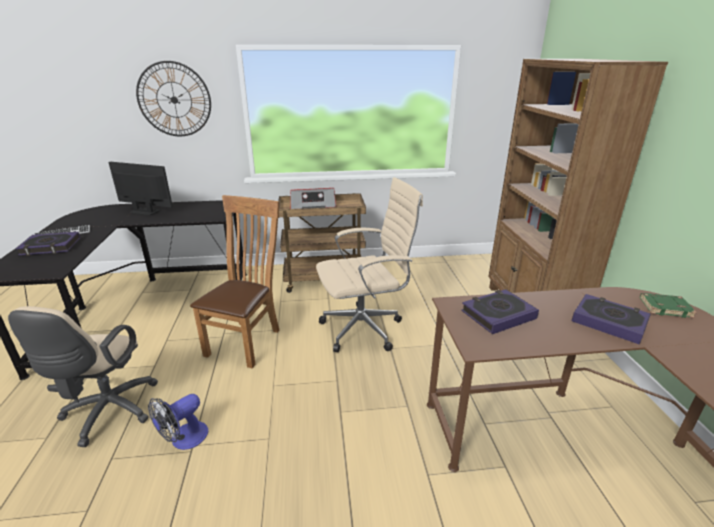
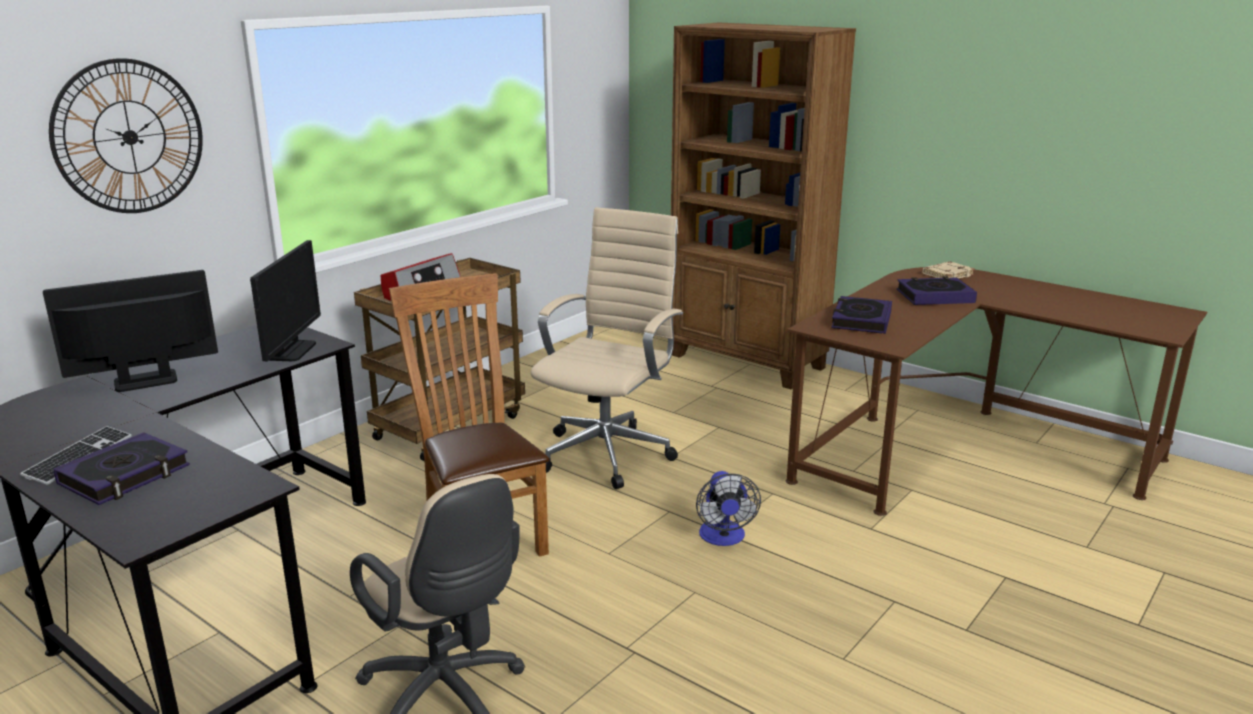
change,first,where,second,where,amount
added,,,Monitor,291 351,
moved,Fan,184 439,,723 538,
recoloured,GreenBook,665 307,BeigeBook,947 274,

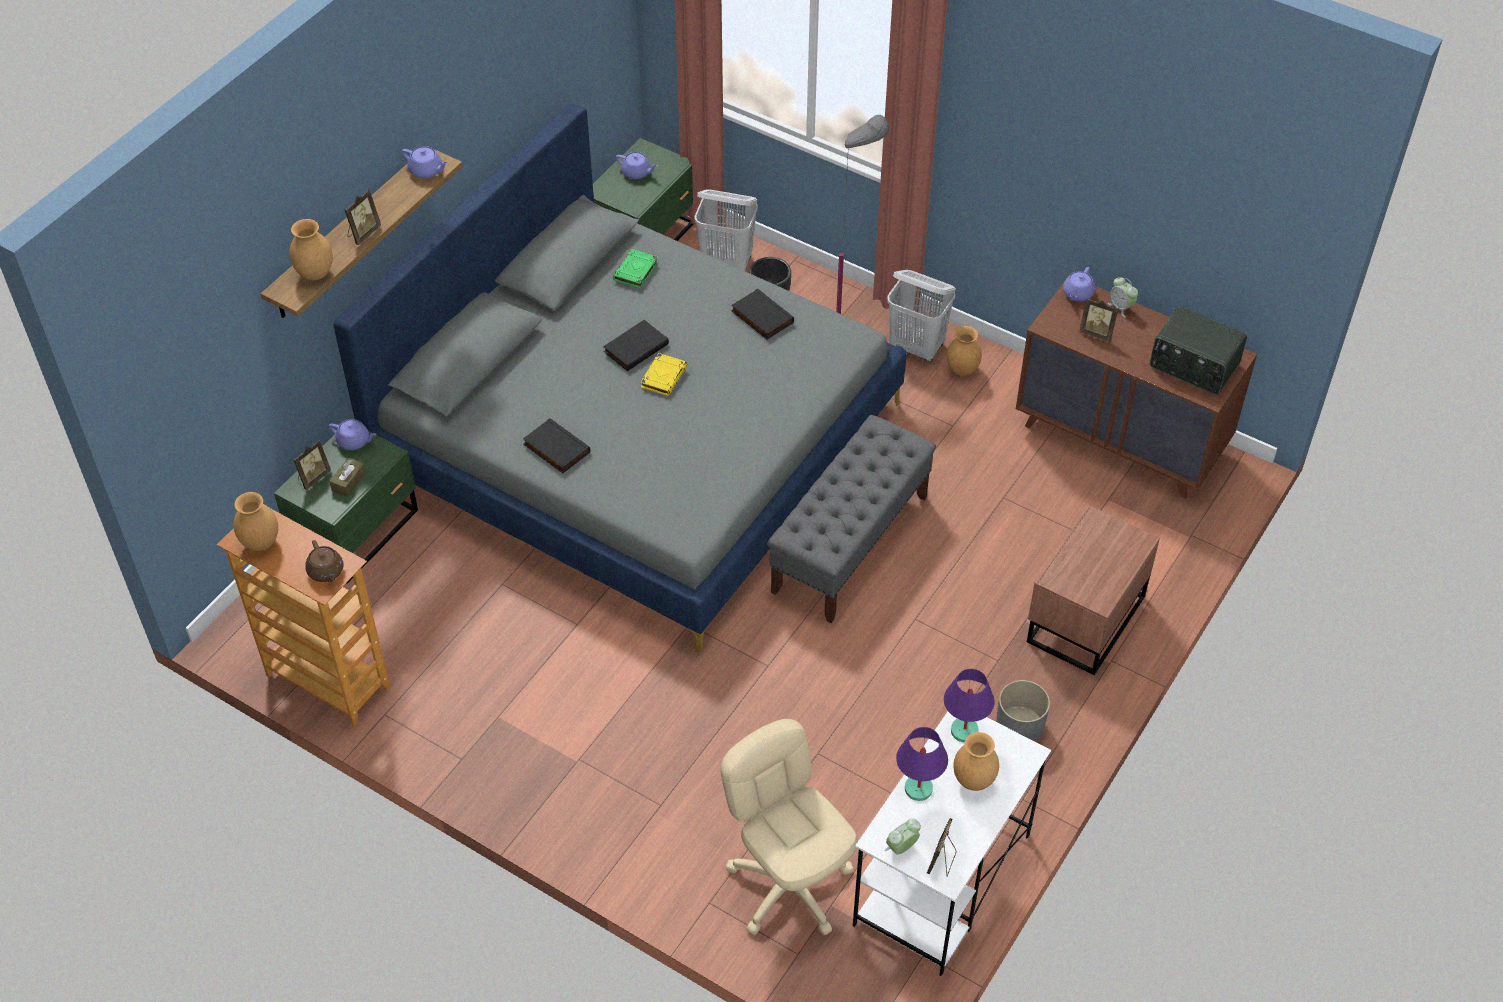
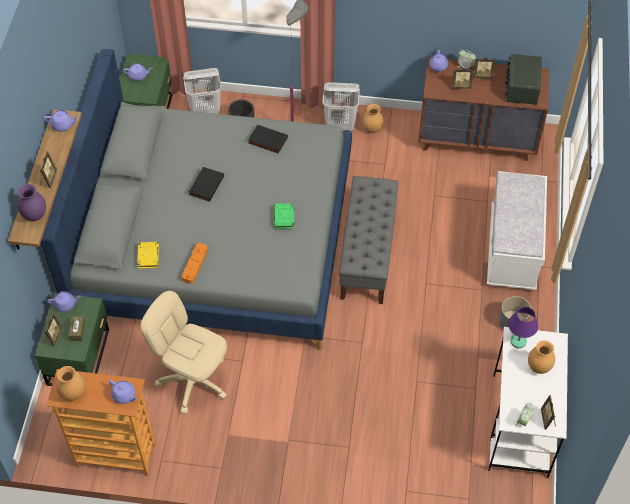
change,first,where,second,where,amount
removed,PurpleTableLamp,917 788,,,
added,,,PictureFrame,482 75,
moved,GreenBook,635 272,,284 217,
moved,YellowBook,663 377,,148 256,
moved,BeigeOfficeChair,789 885,,193 381,
replaced,BlackBook,555 449,OrangeTray,195 264,
replaced,BrownNightstand,1082 619,WhiteBench,512 249,
recoloured,BrownVase,316 274,PurpleVase,35 216,
recoloured,BrownTeapot,326 572,PurpleTeapot,124 395,
turned,Radio,1193 366,,521 87,90 degrees clockwise

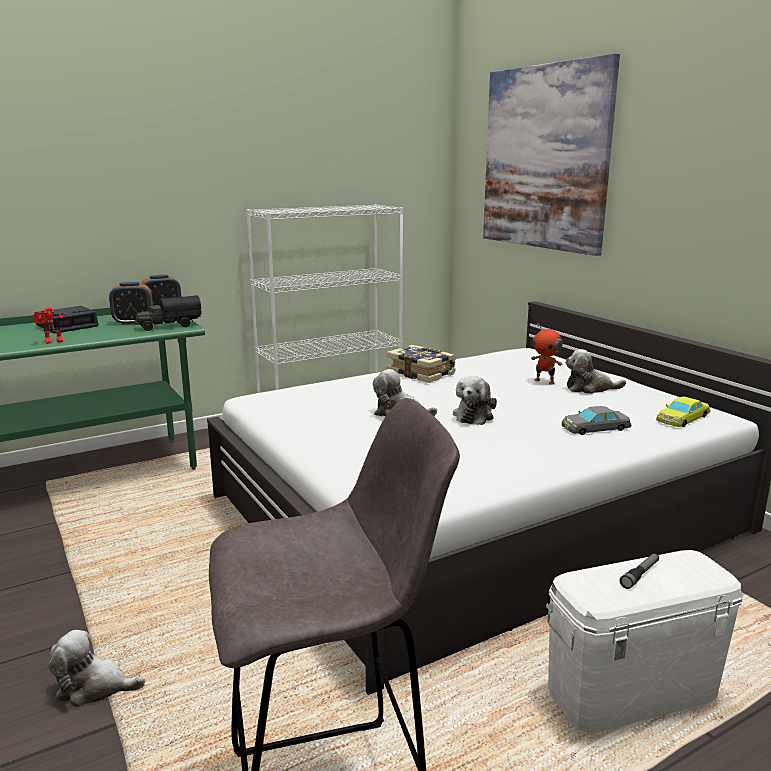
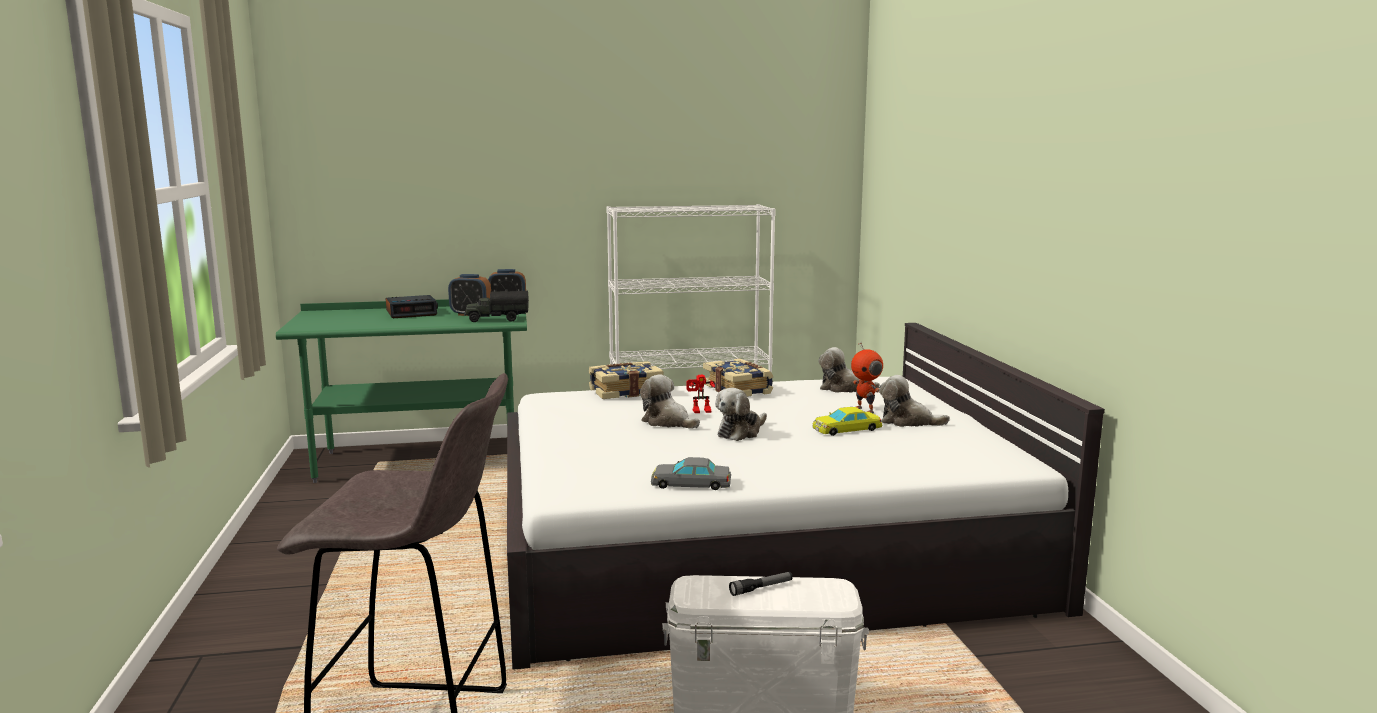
change,first,where,second,where,amount
removed,Picture,544 158,,,
added,,,Book,625 391,
moved,ToyRobot,52 342,,700 412,
moved,PlushToy,94 687,,843 389,
moved,GreyToyCar,595 428,,691 483,
moved,YellowToyCar,682 418,,846 429,

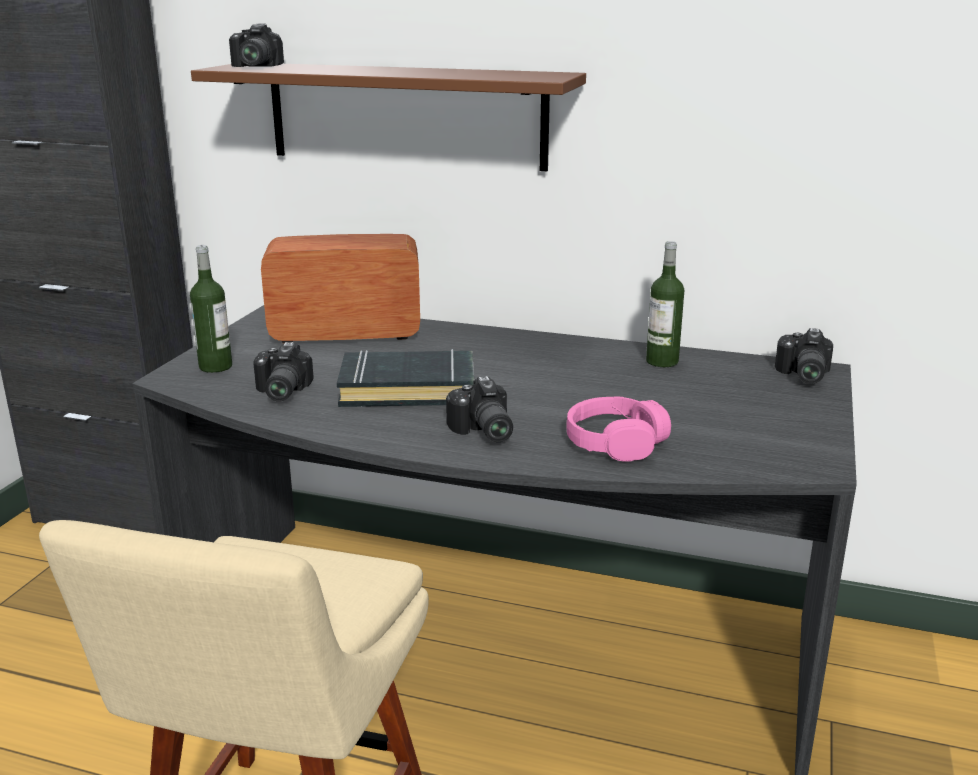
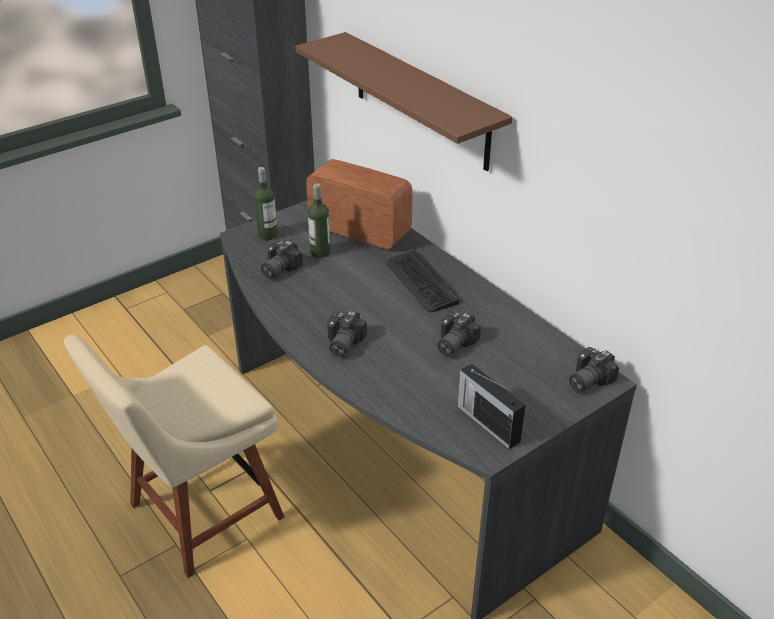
change,first,where,second,where,amount
removed,BlackBook,408 388,,,
removed,PinkHeadphones,615 442,,,
added,,,Keyboard,421 282,
added,,,Radio,487 422,
moved,PhotoCamera,252 66,,452 343,
moved,Bottle,662 361,,320 252,

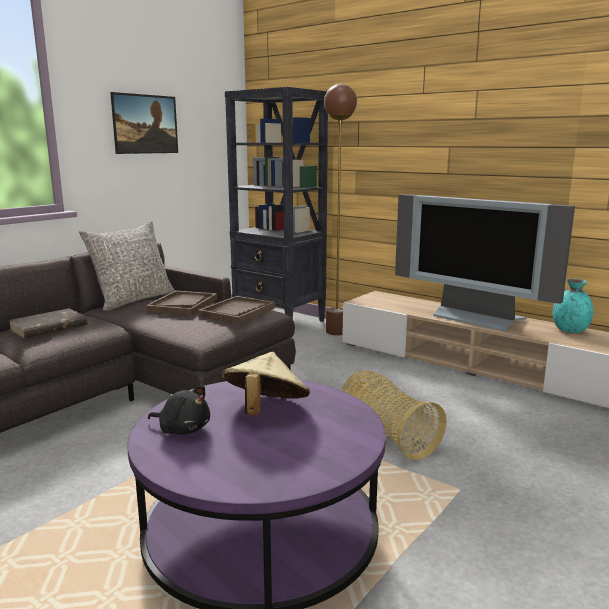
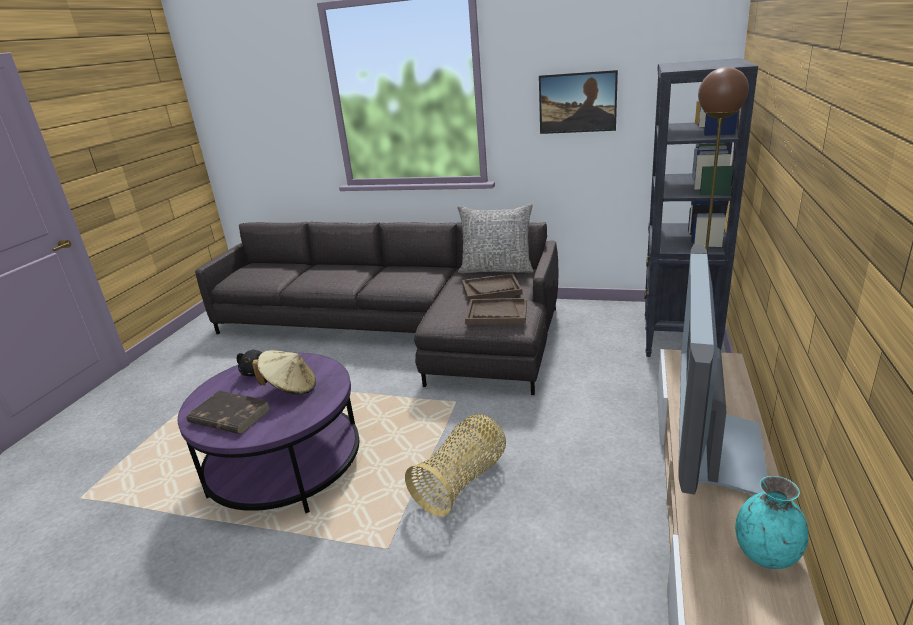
change,first,where,second,where,amount
moved,BrownBook,48 327,,229 416,

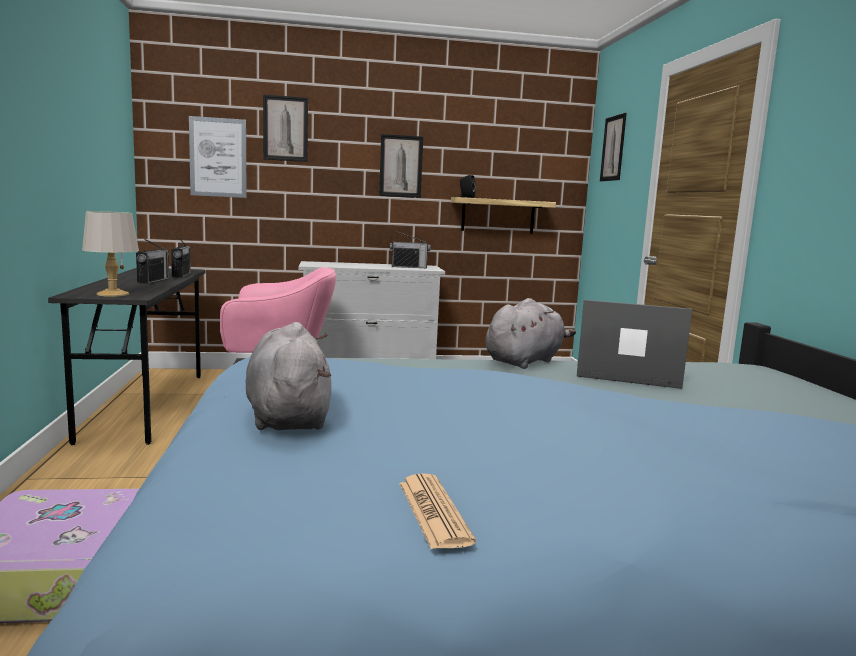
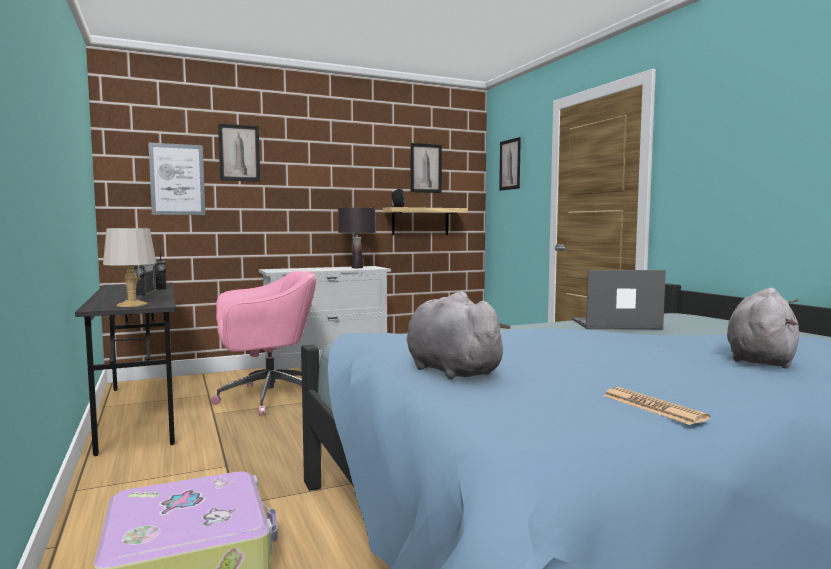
change,first,where,second,where,amount
moved,Picture,401 166,,426 168,
moved,GreyPlushToy,525 361,,760 359,
replaced,Radio,409 267,BlackTableLamp,357 268,

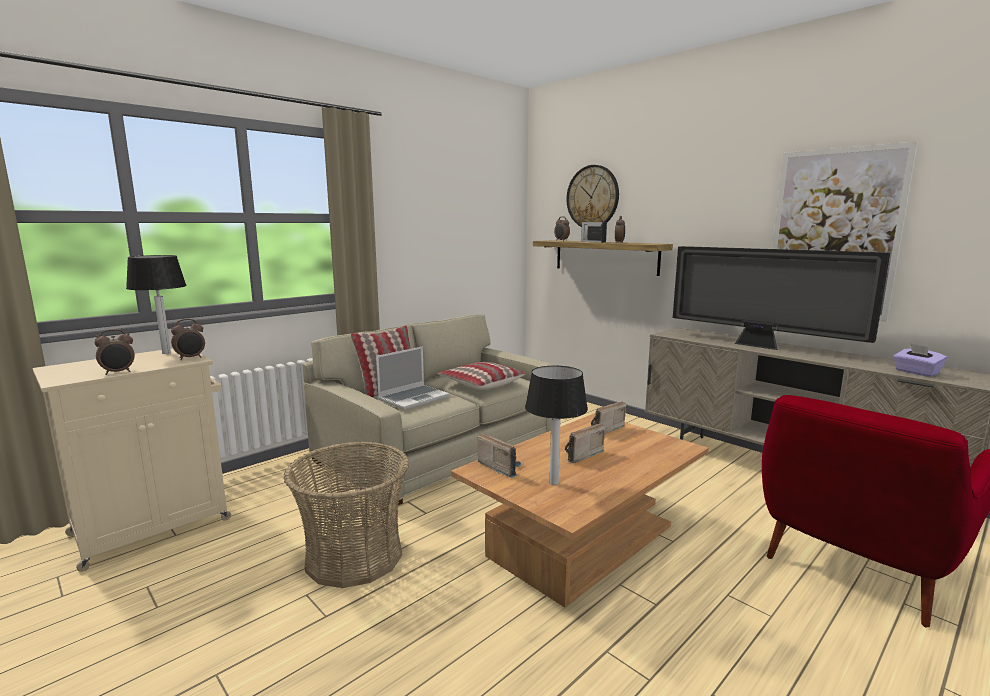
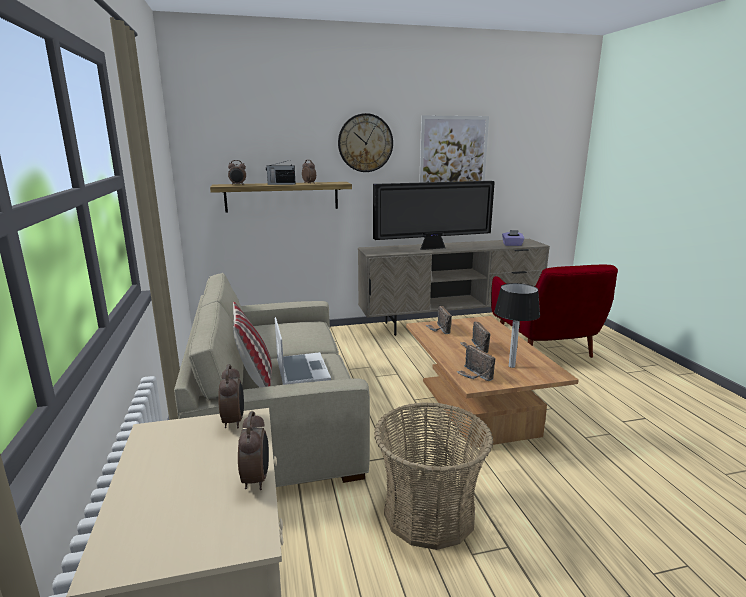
change,first,where,second,where,amount
removed,TableLamp,167 353,,,
removed,Pillow,481 384,,,
moved,WallClock,592 197,,365 143,
turned,Radio,500 467,,474 375,105 degrees counterclockwise

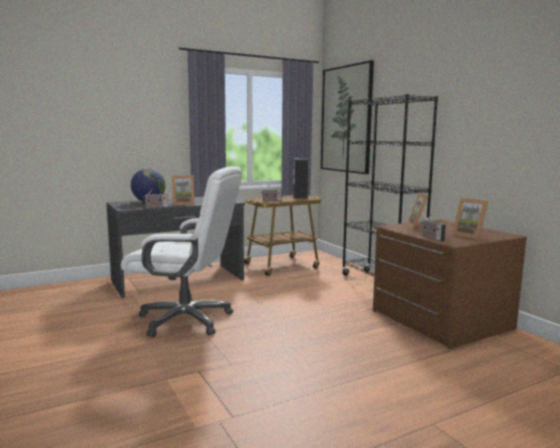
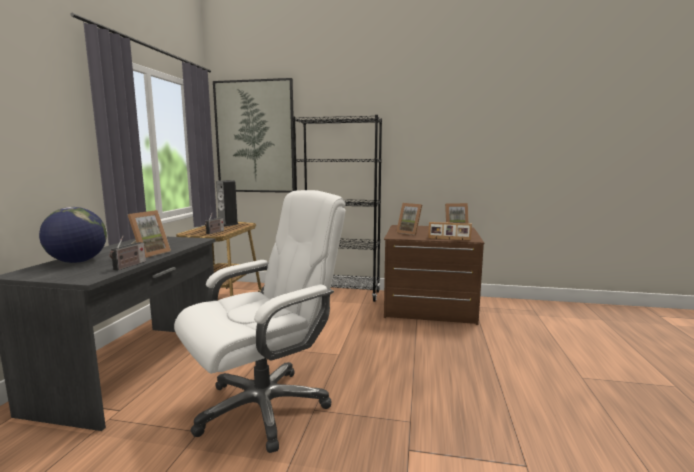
change,first,where,second,where,amount
replaced,Radio,431 238,PictureFrame,449 239,

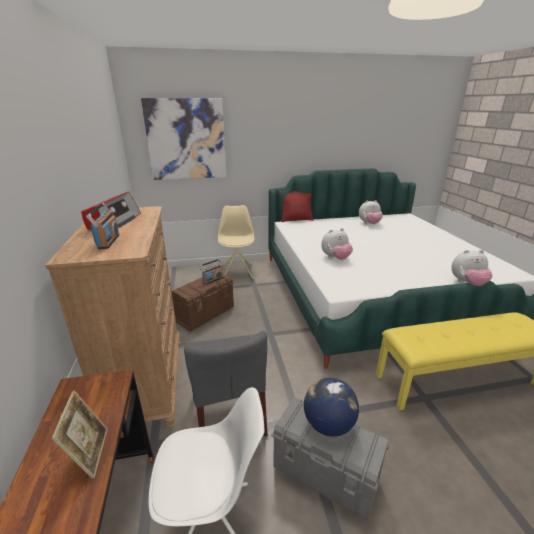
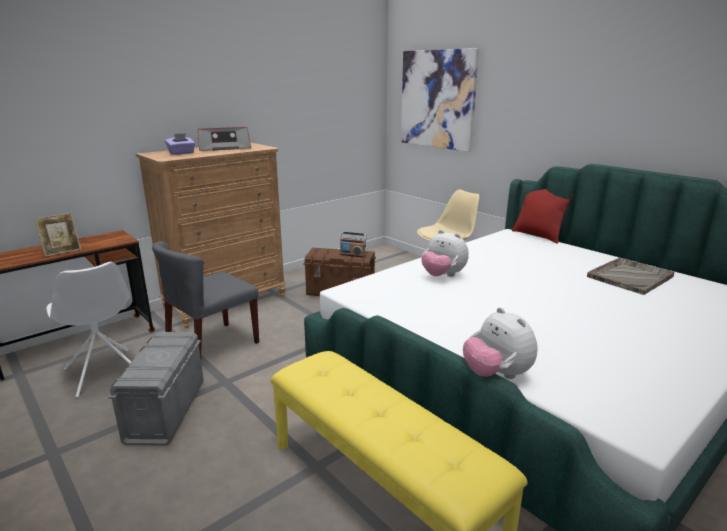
change,first,where,second,where,amount
removed,Globe,328 424,,,
replaced,Radio,108 241,PurpleTissueBox,181 153,
replaced,PlushToy,369 224,GreyTray,630 277,

